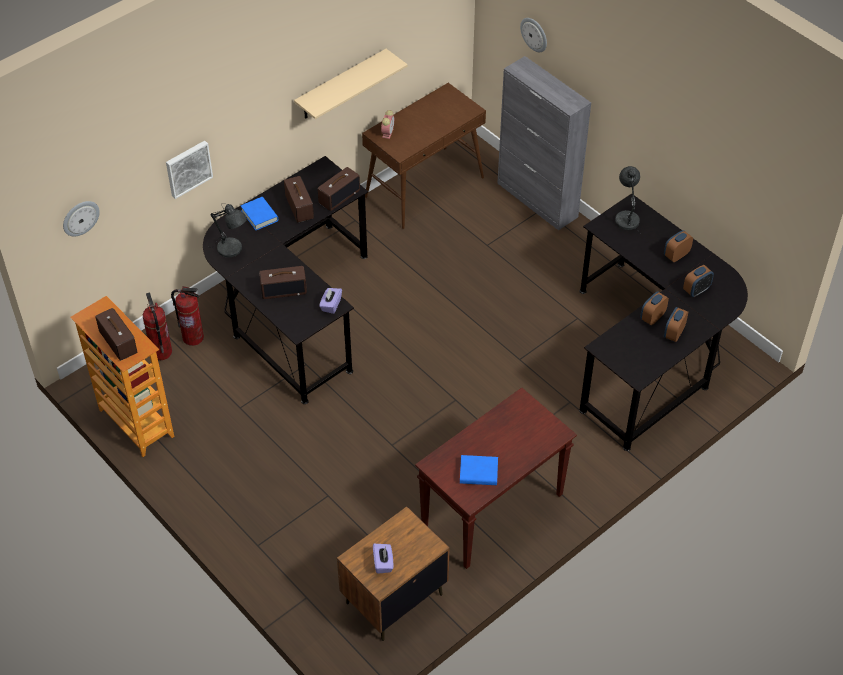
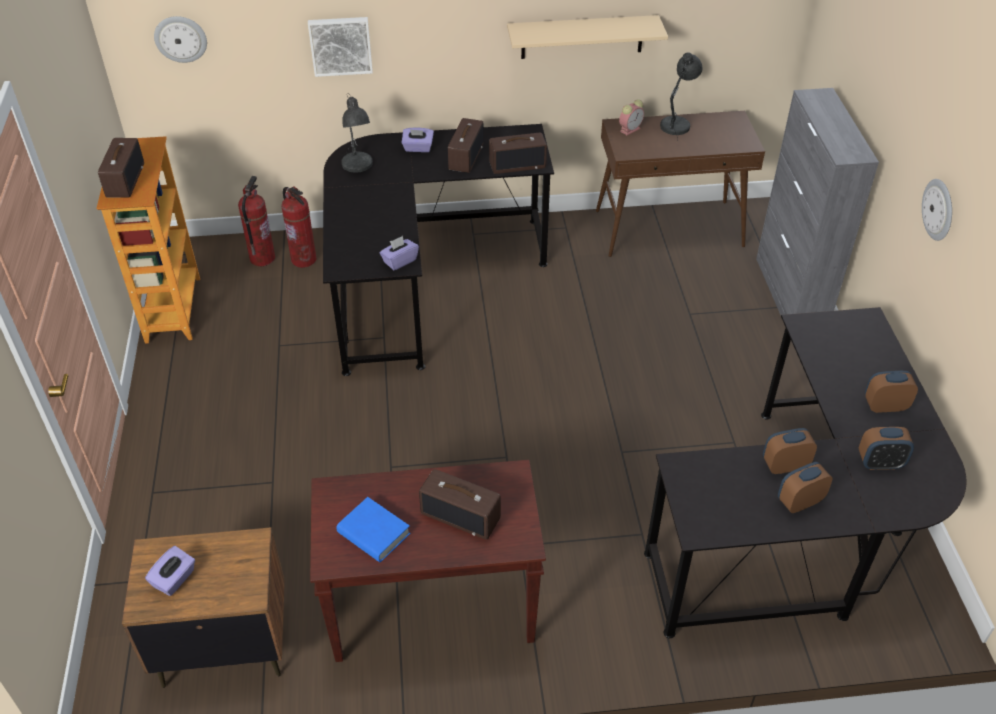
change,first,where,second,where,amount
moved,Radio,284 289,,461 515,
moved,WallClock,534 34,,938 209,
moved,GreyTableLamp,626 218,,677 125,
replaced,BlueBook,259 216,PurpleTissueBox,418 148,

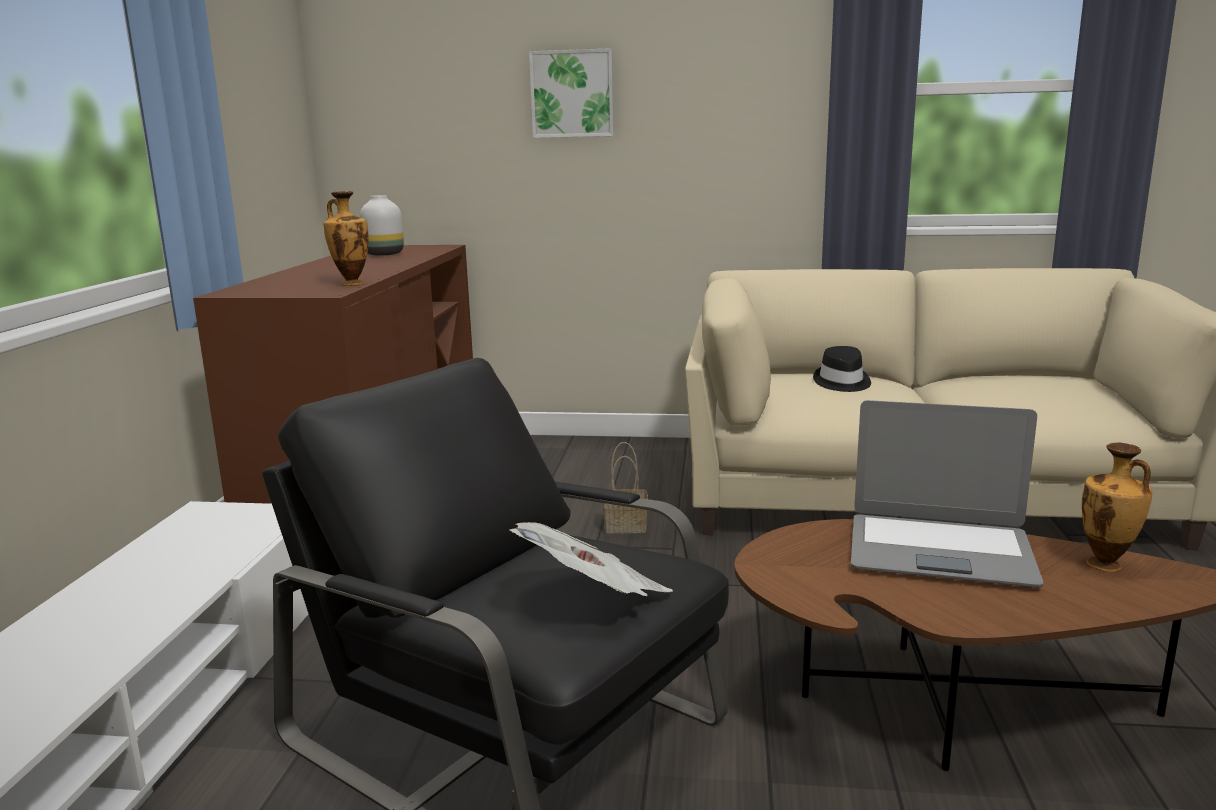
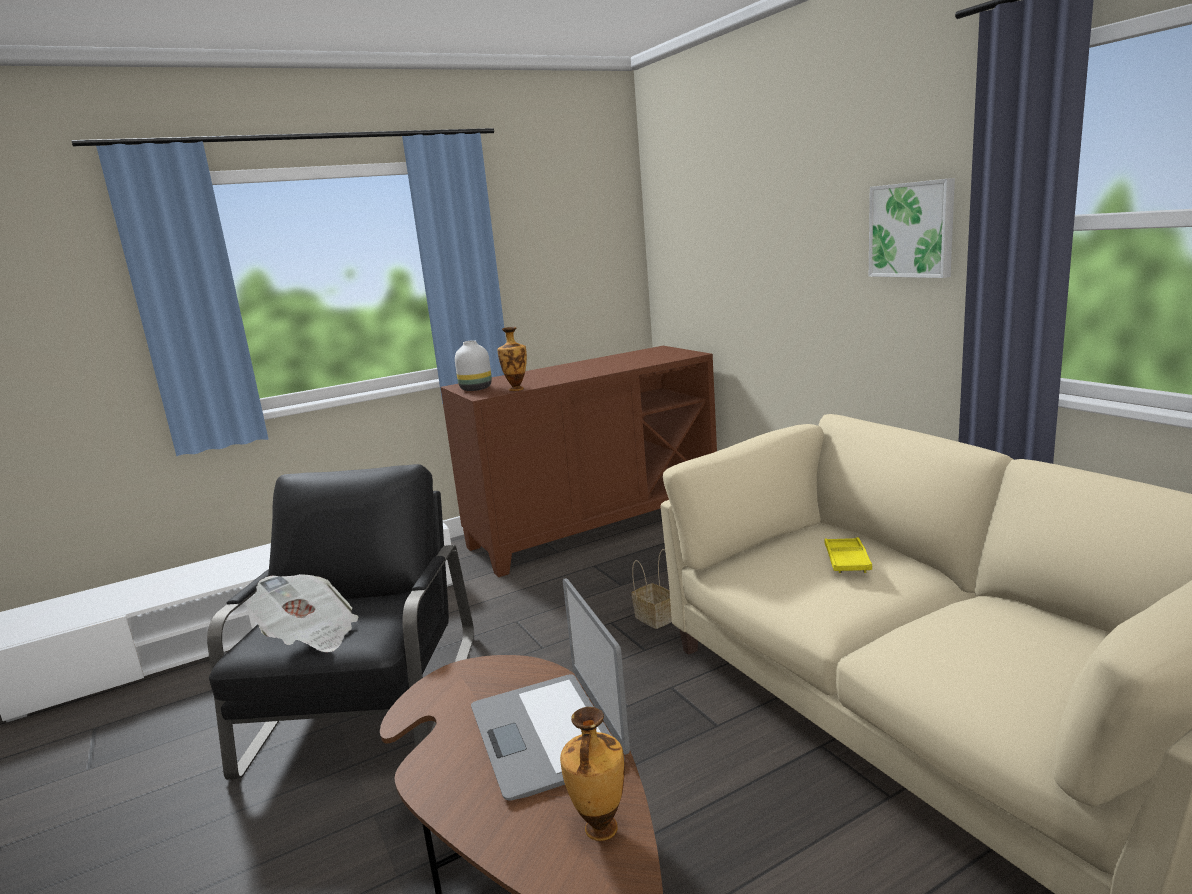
change,first,where,second,where,amount
moved,WhiteVase,385 254,,476 389,
moved,Picture,572 94,,912 229,
replaced,BlackHat,841 382,YellowTray,847 560,

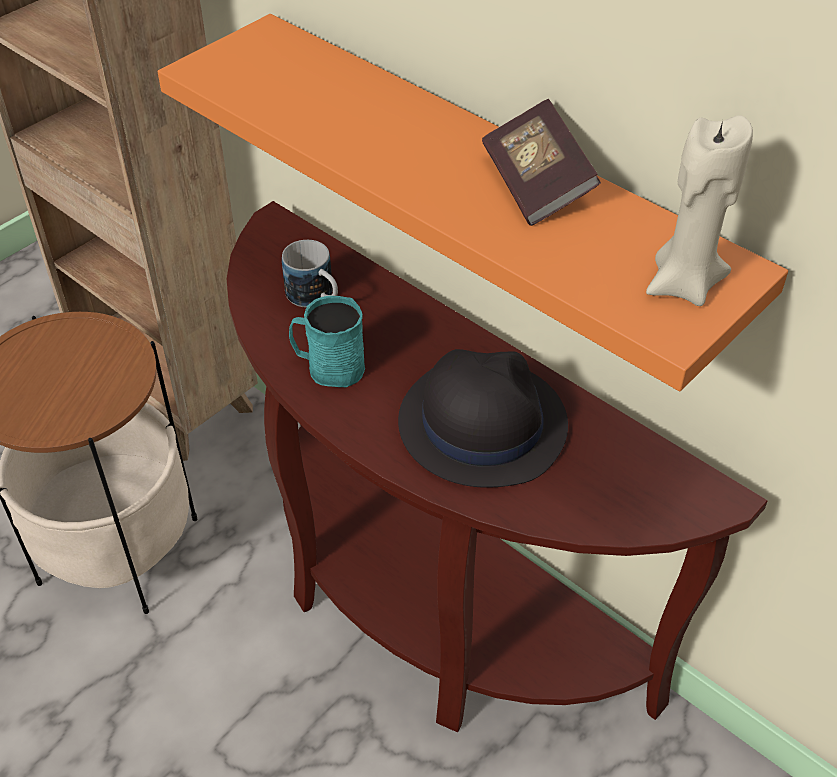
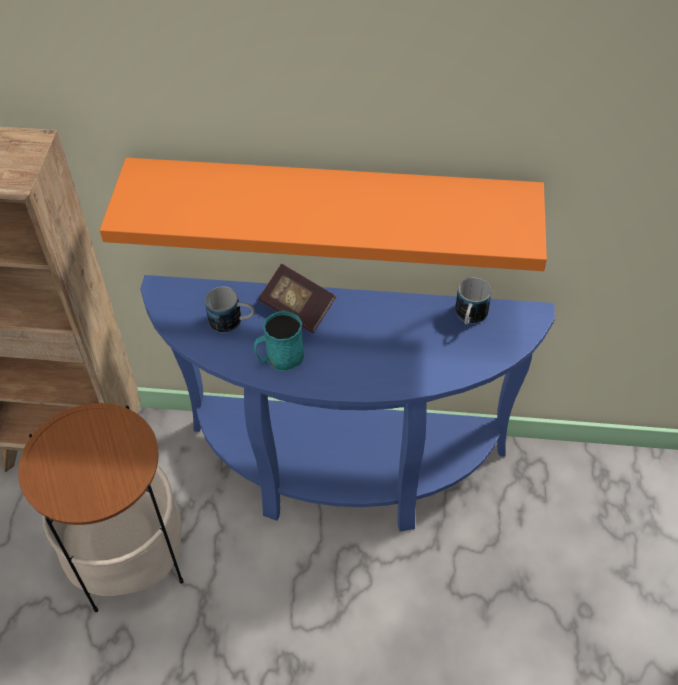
change,first,where,second,where,amount
removed,BlackHat,481 423,,,
removed,BeigeCandle,683 285,,,
added,,,Mug,469 317,
moved,Book,536 184,,297 308,
recoloured,BrownConsoleTable,428 606,BlueConsoleTable,343 472,

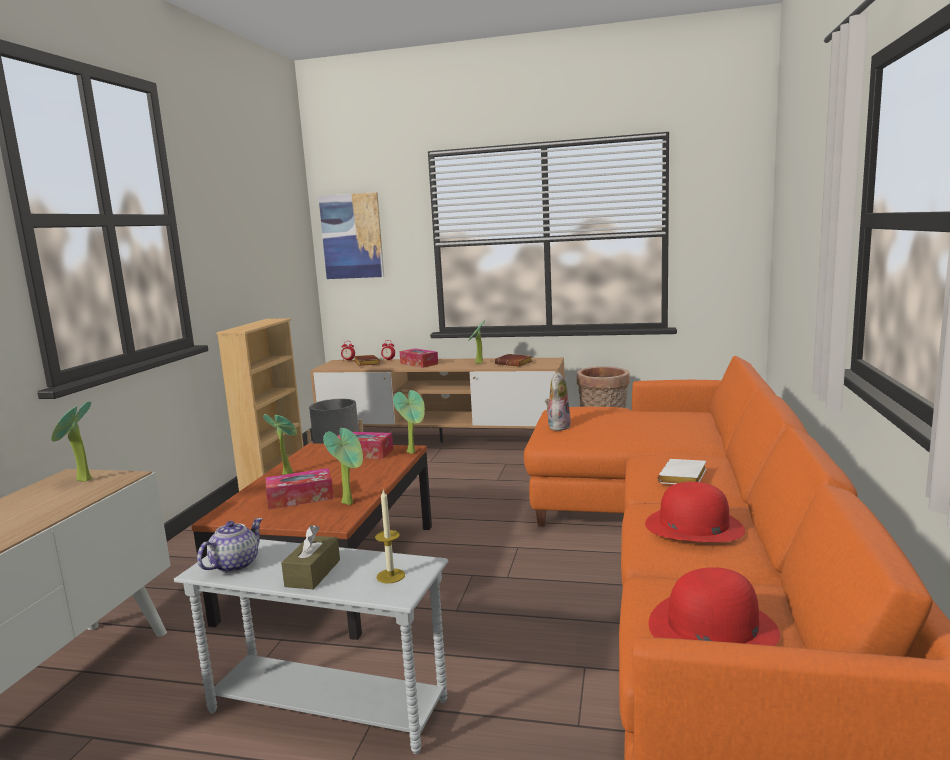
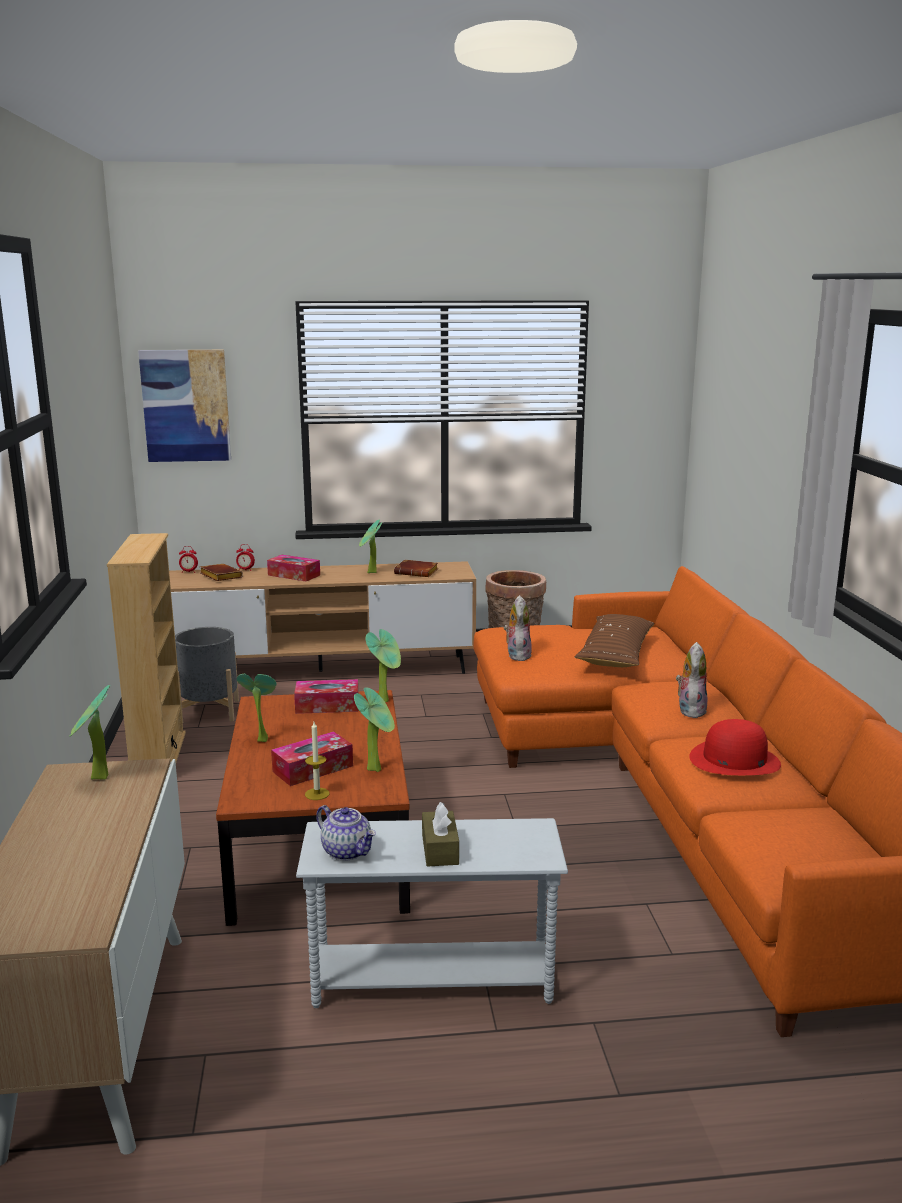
change,first,where,second,where,amount
removed,RedHat,712 627,,,
added,,,BrownPillow,615 653,
moved,Candle,390 576,,317 794,
replaced,WhiteBook,684 478,PlushToy,690 710,
turned,Teapot,235 564,,347 851,120 degrees clockwise

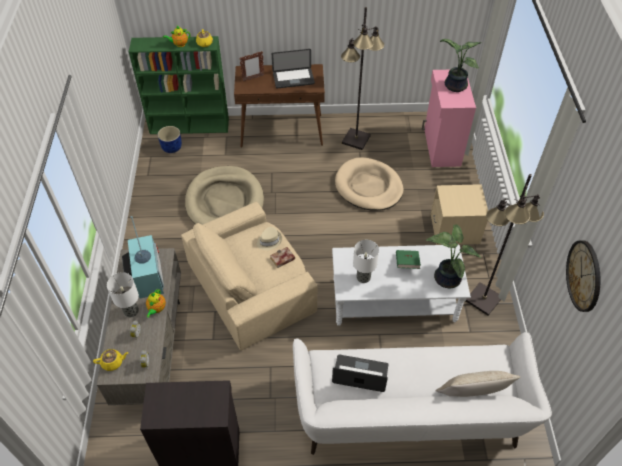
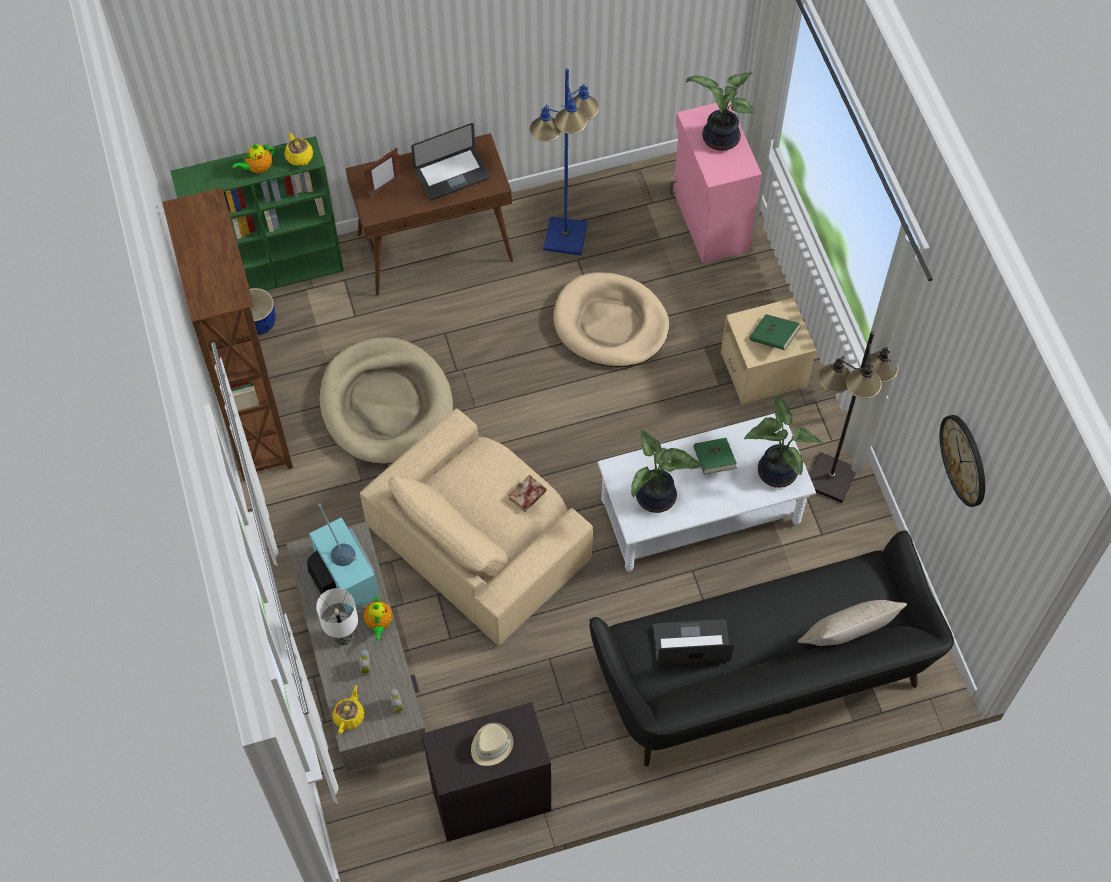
change,first,where,second,where,amount
added,,,BrownBookcase,256 422,
added,,,GreenBook,773 338,
moved,BeigeHat,269 240,,491 745,
replaced,TableLamp,363 277,PottedPlant,657 499,
recoloured,WhiteSofa,409 413,BlackSofa,763 676,
recoloured,BlackFloorLamp,355 139,BlueFloorLamp,564 237,
turned,YellowTeapot,113 362,,349 715,45 degrees counterclockwise

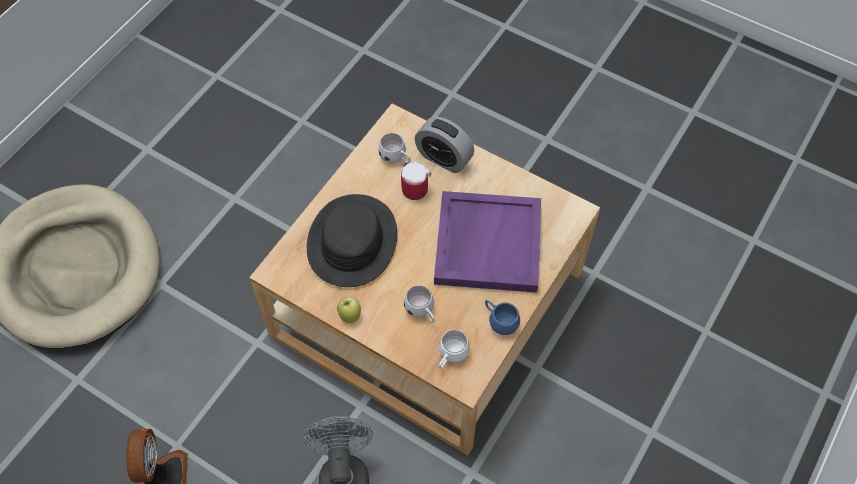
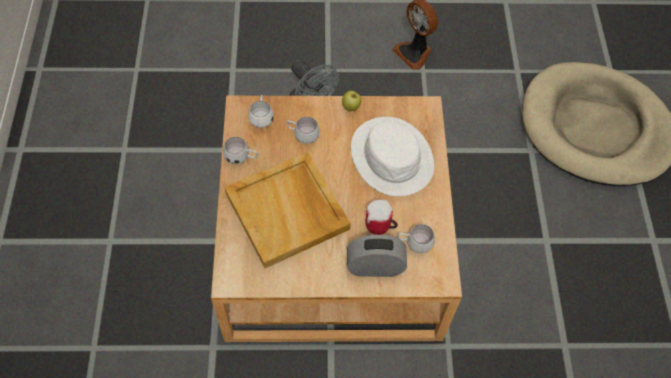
change,first,where,second,where,amount
recoloured,BlackHat,352 241,WhiteHat,392 157,
recoloured,PurpleTray,487 243,BeigeTray,288 211,
recoloured,BlueMug,499 321,WhiteMug,241 158,

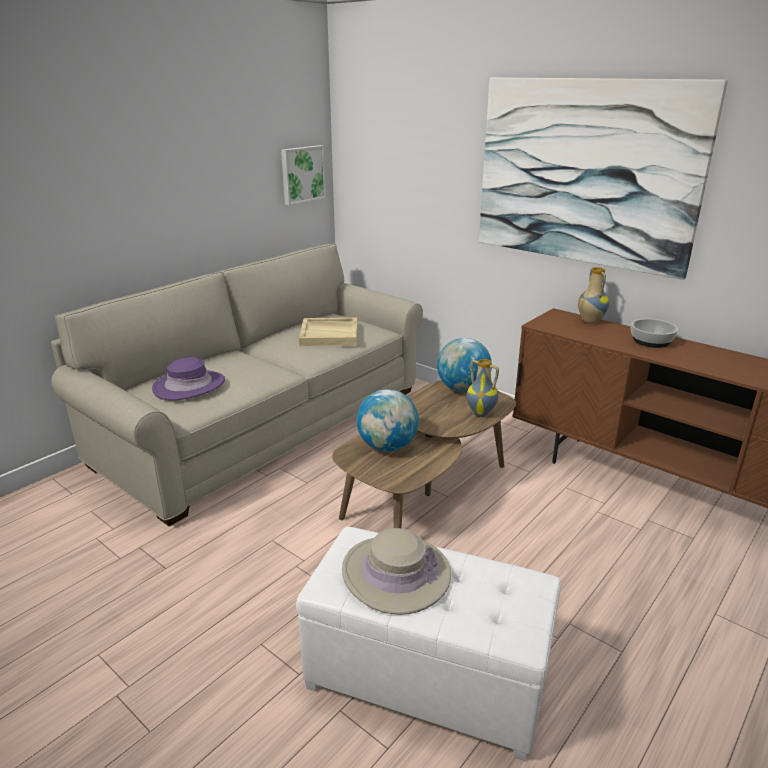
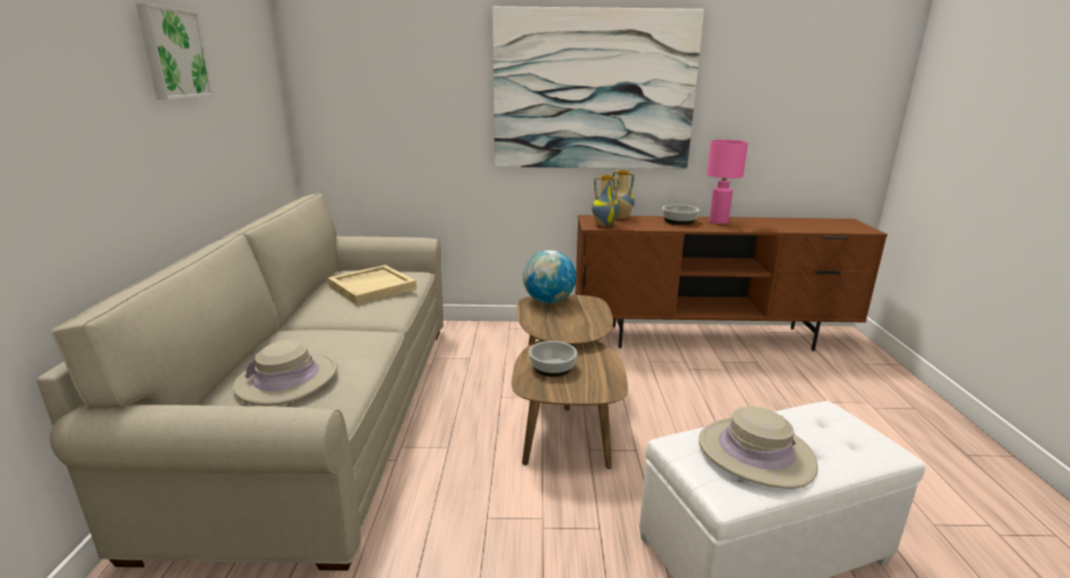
change,first,where,second,where,amount
added,,,PinkTableLamp,718 222,
moved,Picture,302 174,,173 54,
moved,Vase,481 413,,604 225,
replaced,Globe,387 446,Bowl,552 367,
recoloured,PurpleHat,189 386,BeigeHat,287 380,

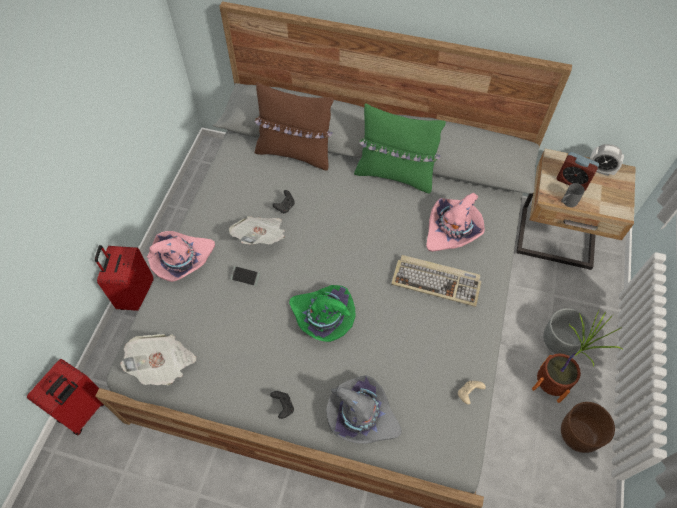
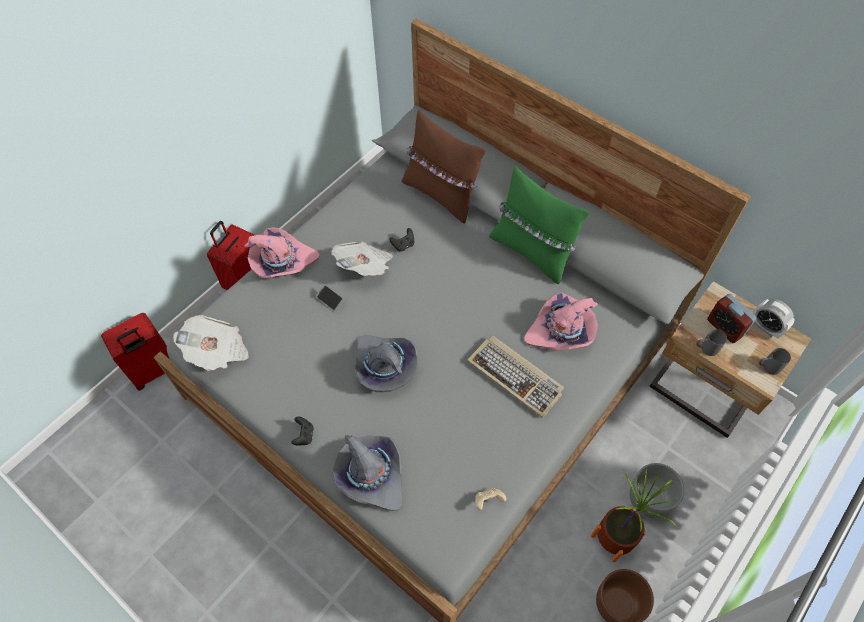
change,first,where,second,where,amount
added,,,GreyMug,767 367,
recoloured,GreenHat,323 317,GreyHat,384 367,

